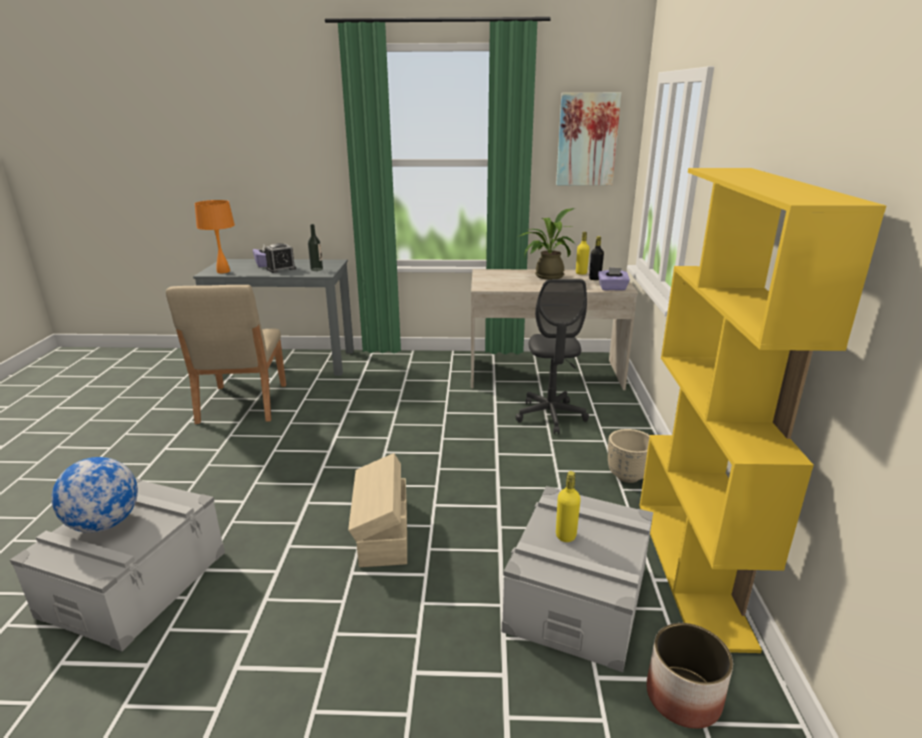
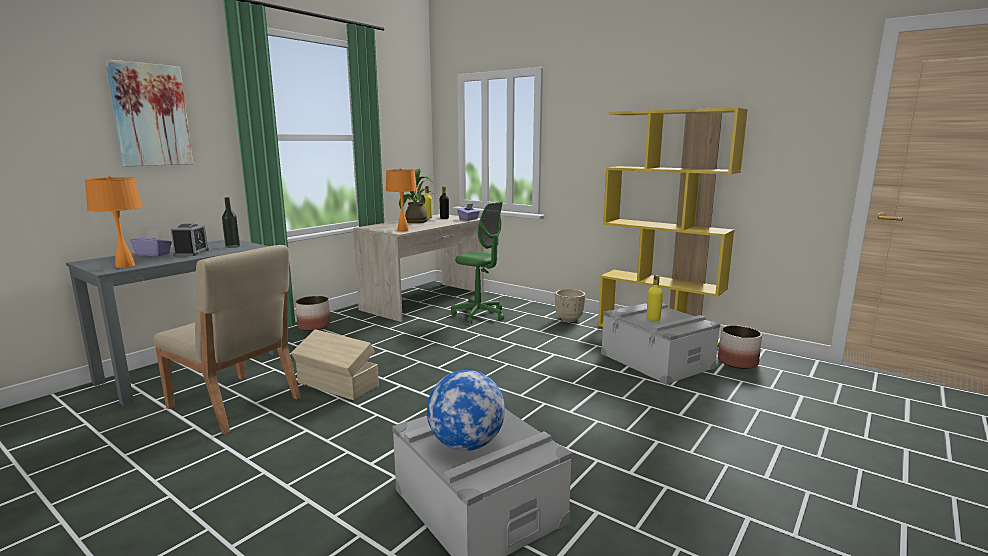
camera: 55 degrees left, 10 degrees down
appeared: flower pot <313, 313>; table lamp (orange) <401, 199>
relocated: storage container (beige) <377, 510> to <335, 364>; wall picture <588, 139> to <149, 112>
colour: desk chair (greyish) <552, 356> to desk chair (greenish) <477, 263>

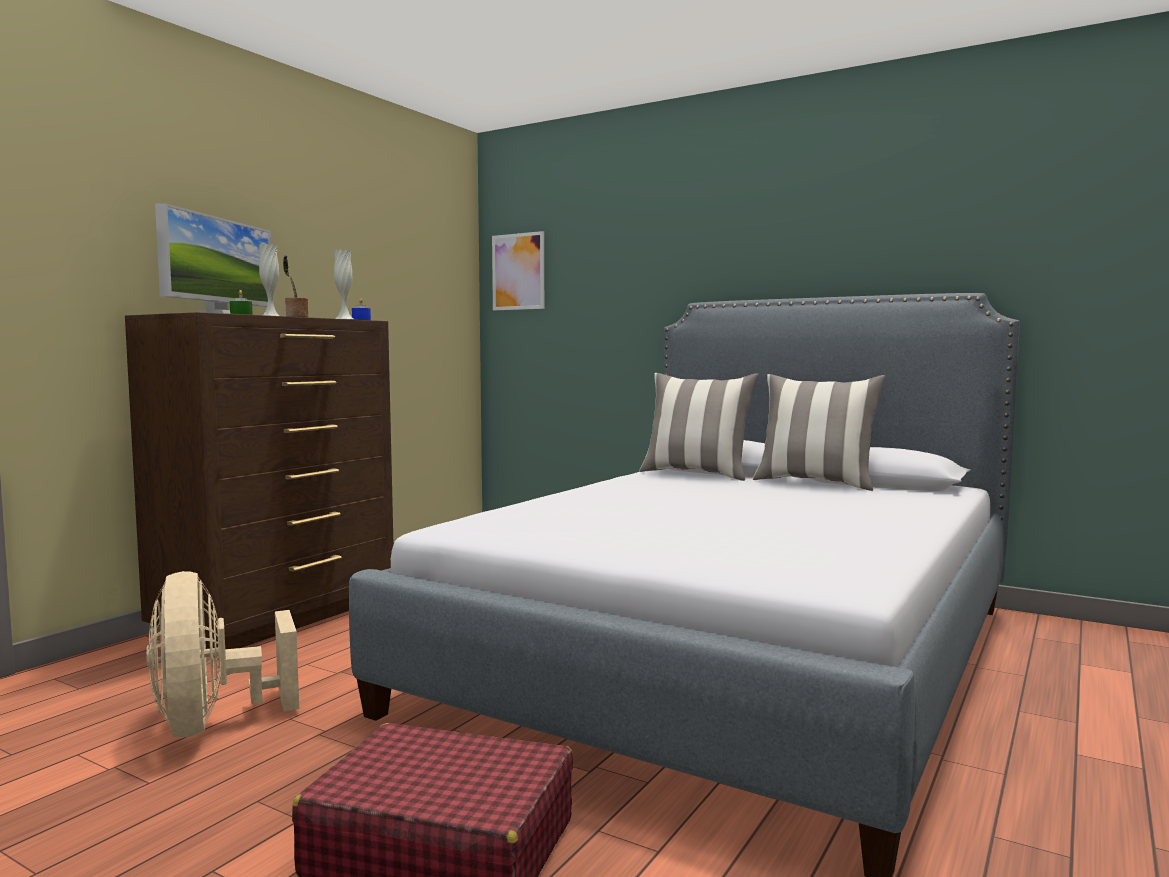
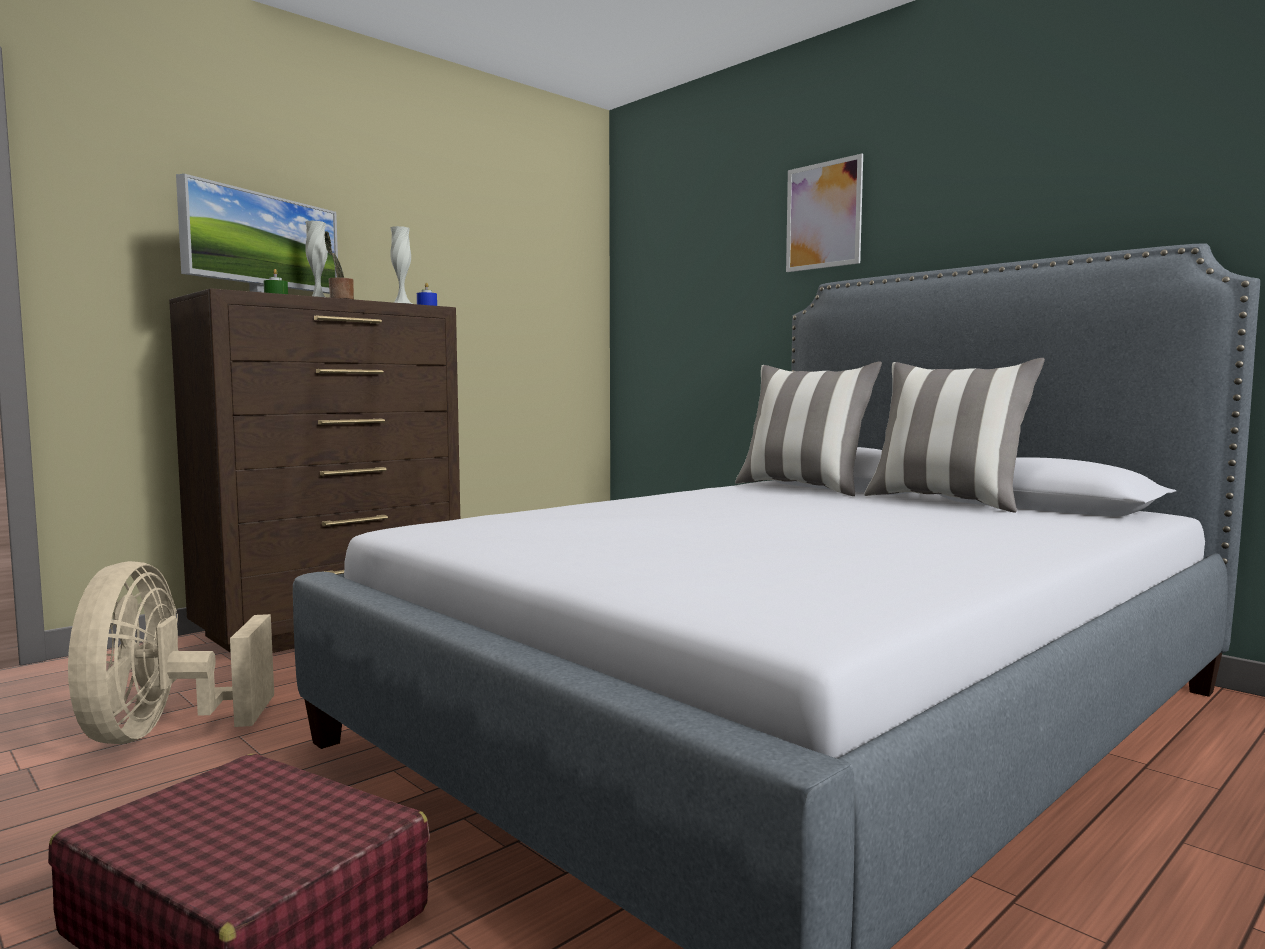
camera: 15 degrees right, 0 degrees up
relocated: wall picture <518, 270> to <824, 213>

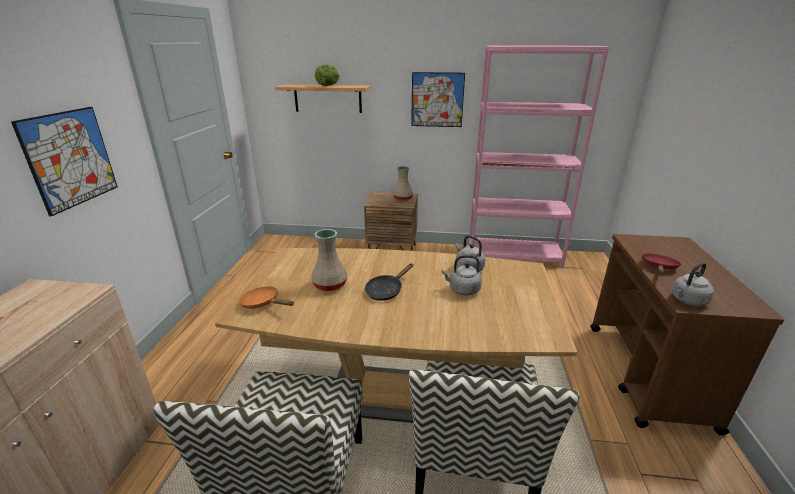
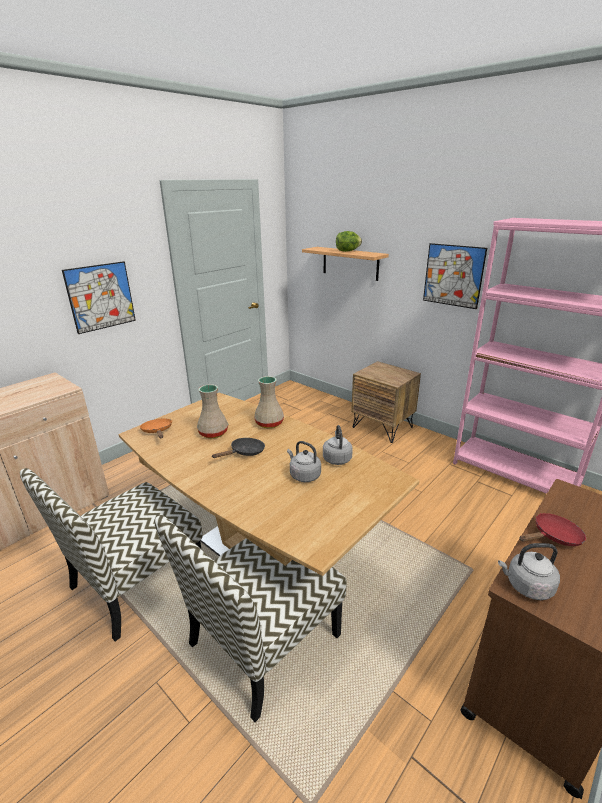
camera: 35 degrees right, 0 degrees up
relocated: flower vase (beige) <403, 183> to <269, 402>
spun: frying pan (black-coloured) <389, 282> = <238, 448> 150 degrees clockwise

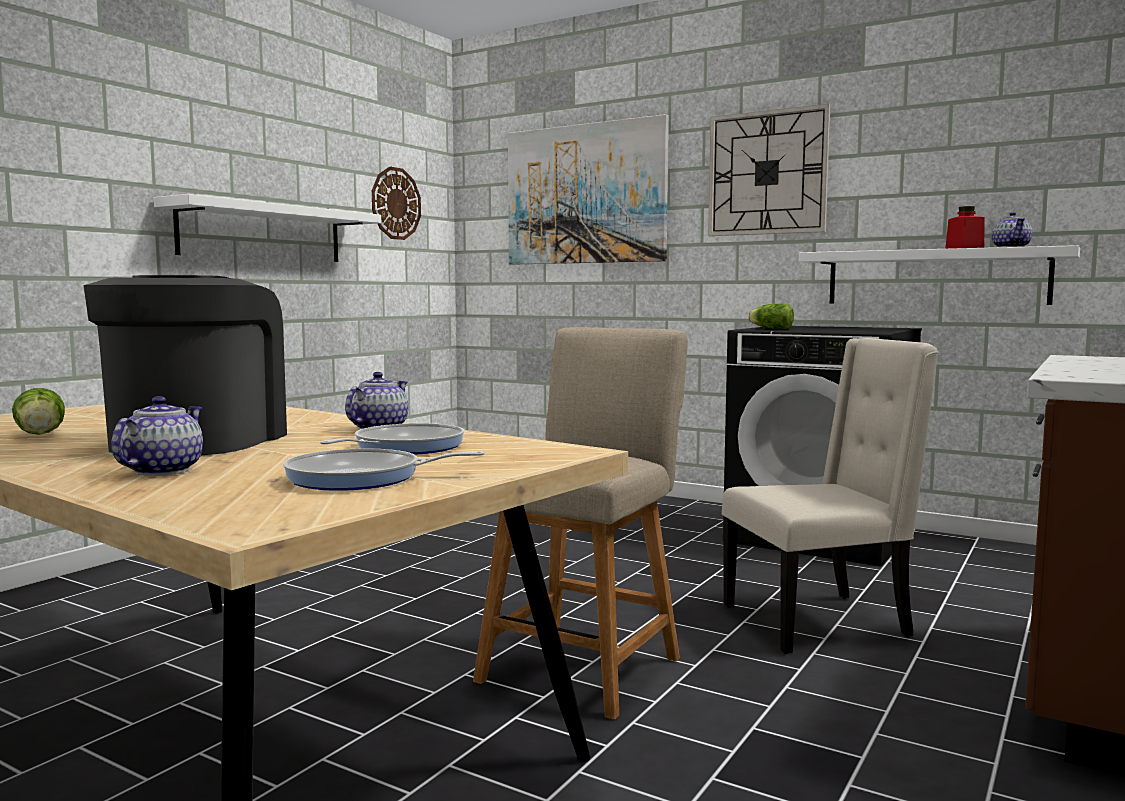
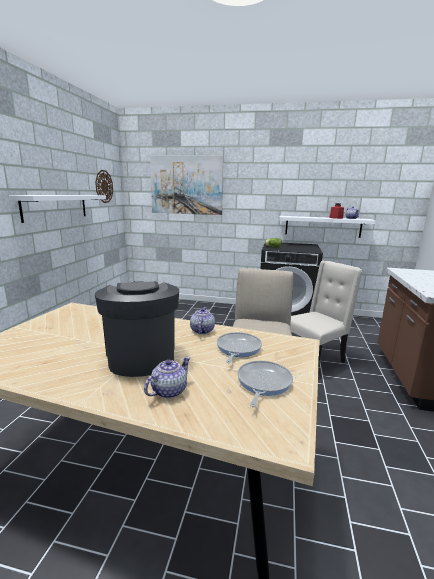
camera: 20 degrees left, 10 degrees up
missing: lettuce <38, 411>; wall clock <769, 170>
spun: tea pot <157, 436> = <167, 377> 45 degrees clockwise; frying pan <384, 470> = <265, 384> 135 degrees clockwise

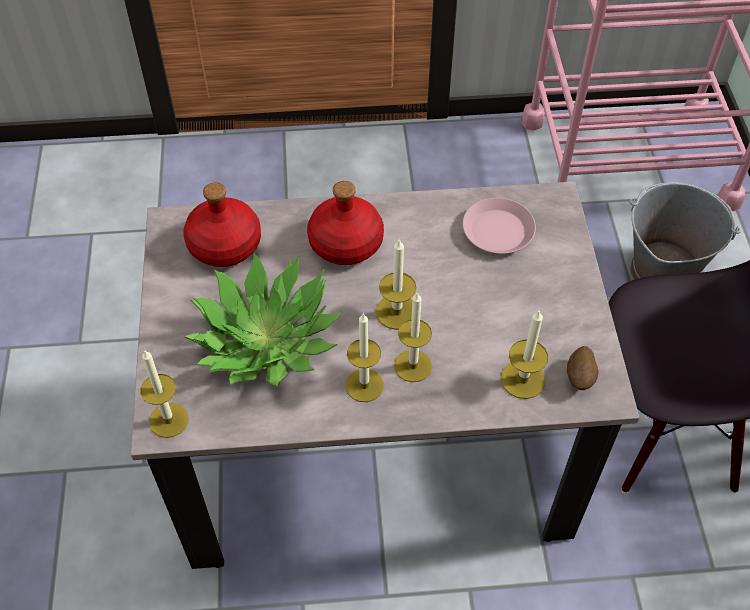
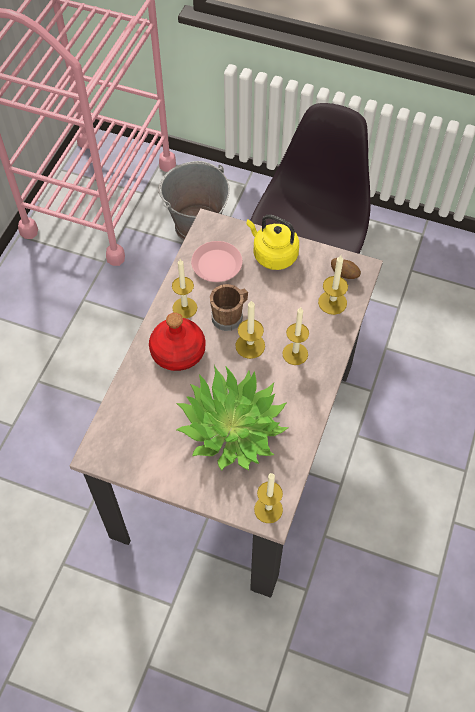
camera: 65 degrees left, 5 degrees up
missing: beverage bottle (red) <222, 224>
appeared: mug (brown-coloured) <229, 307>; tea kettle (yellow-coloured) <272, 242>
relocated: wax candle <364, 357> to <184, 288>

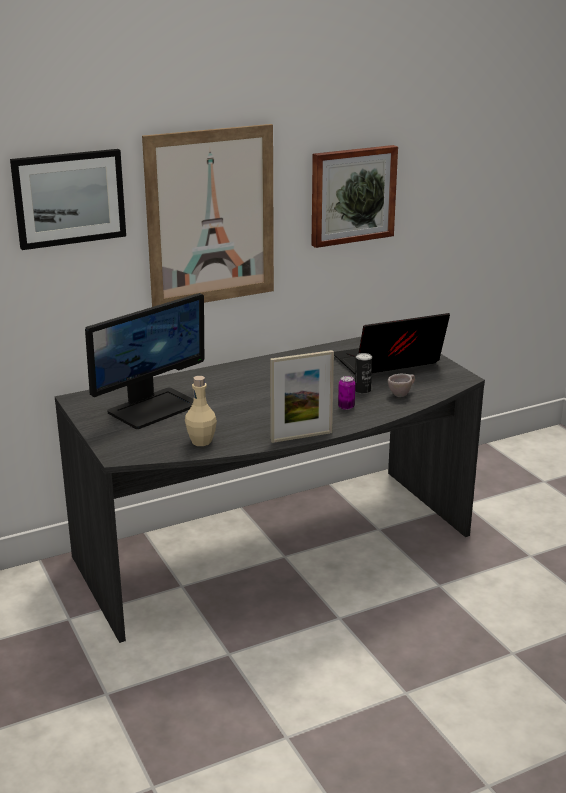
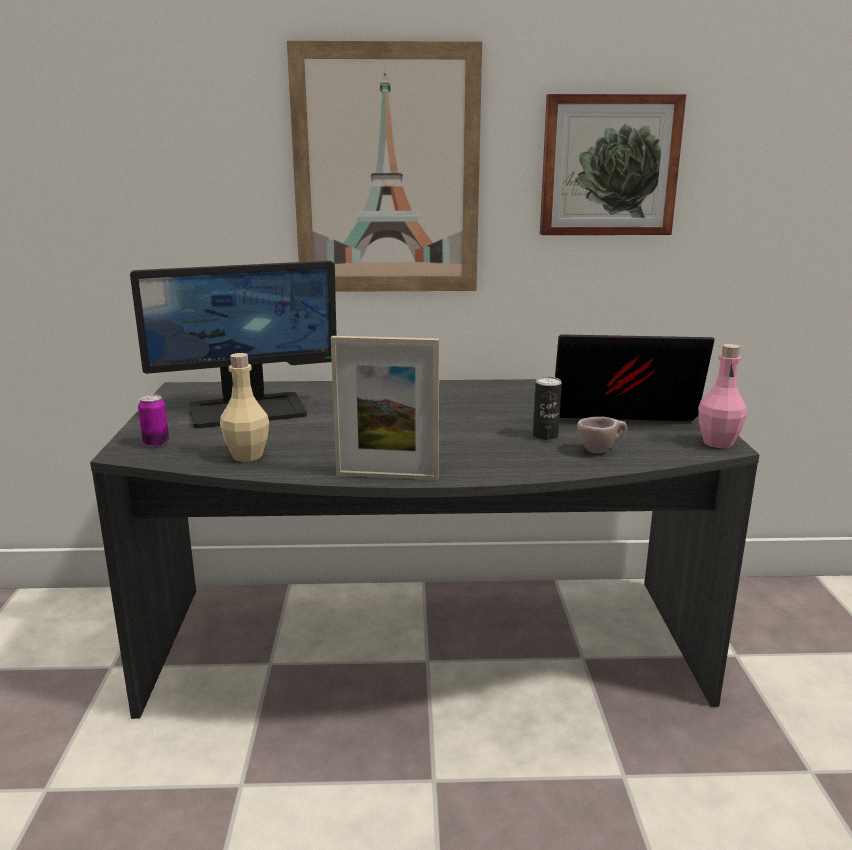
camera: 25 degrees right, 5 degrees down
missing: wall picture <68, 199>
appeared: beverage bottle (pink-coloured) <722, 396>
relocated: metal can <346, 393> to <153, 421>

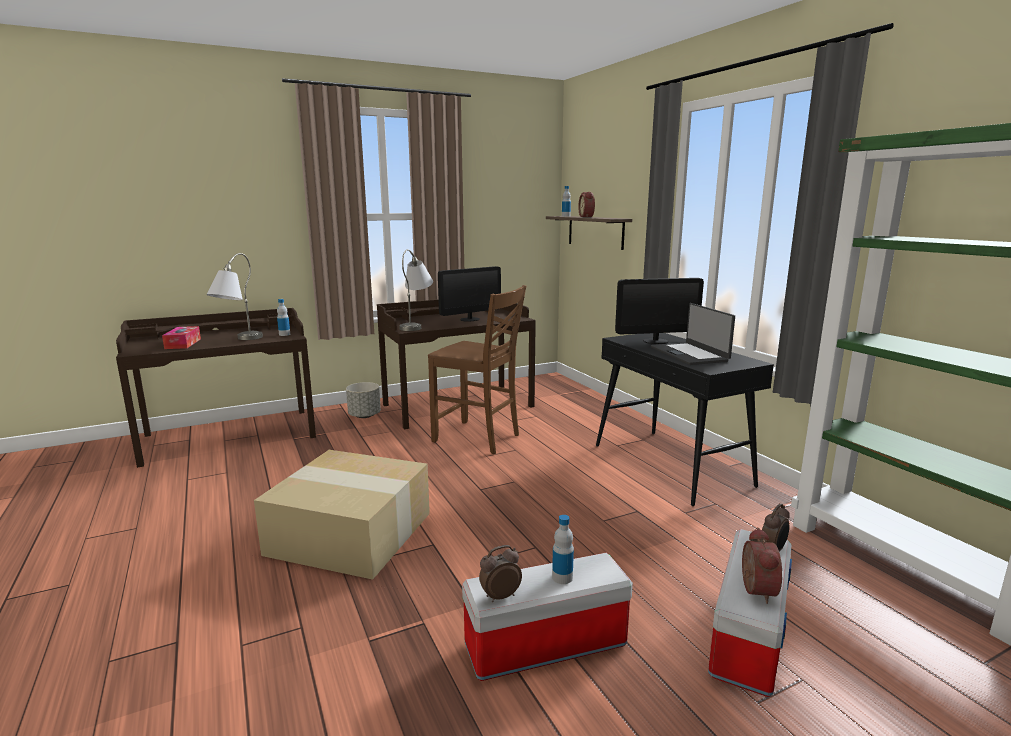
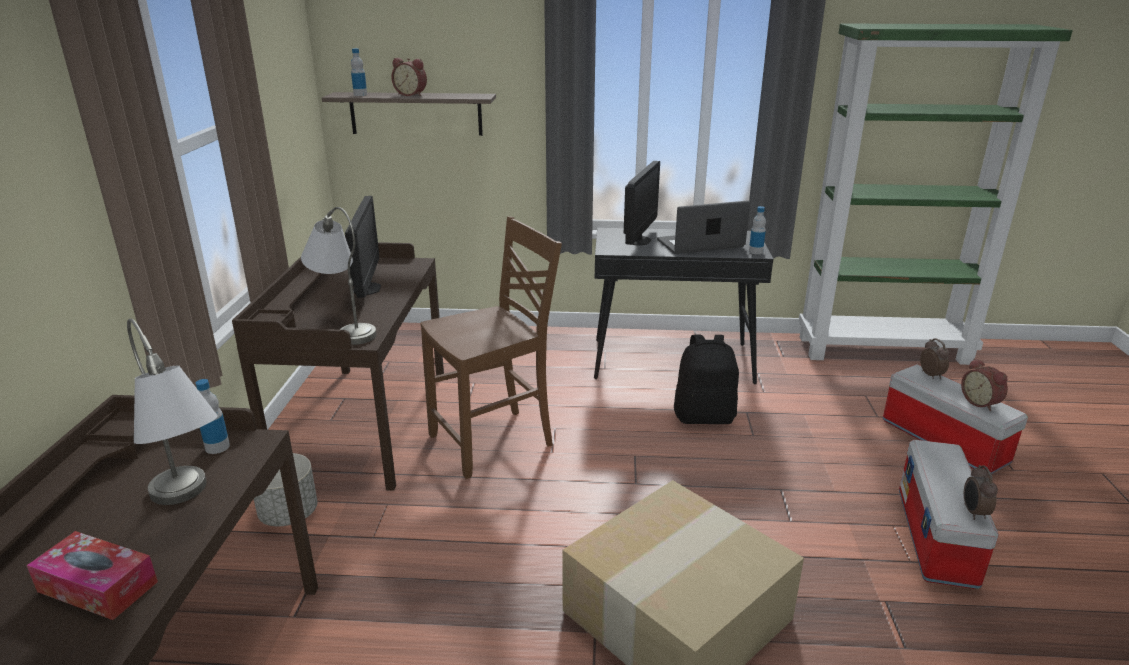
camera: 60 degrees left, 10 degrees up
appeared: knapsack (black-coloured) <706, 379>
relocated: beverage bottle <563, 549> to <757, 230>
spun: notebook computer <693, 334> = <703, 227> 150 degrees clockwise; alarm clock <762, 566> = <984, 384> 150 degrees counterclockwise

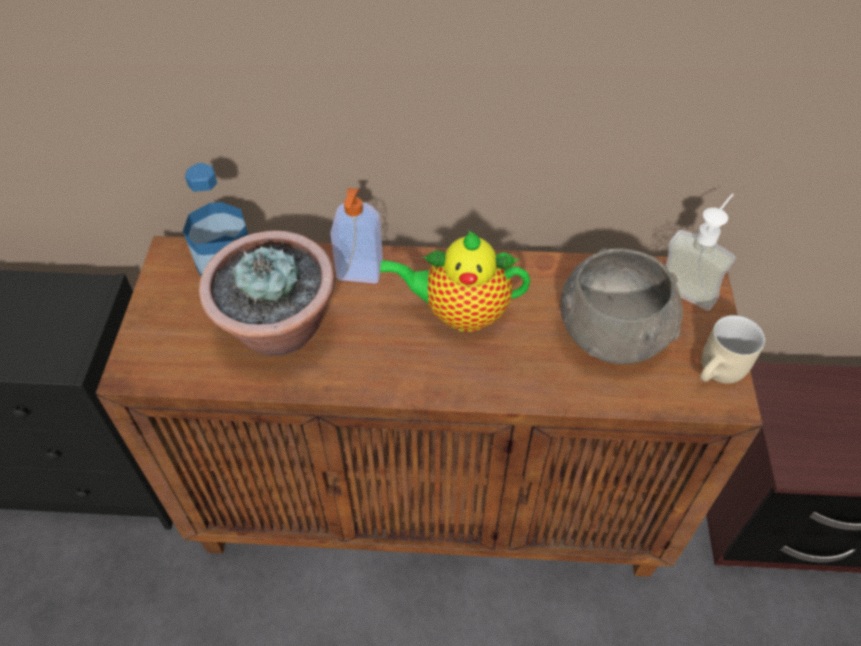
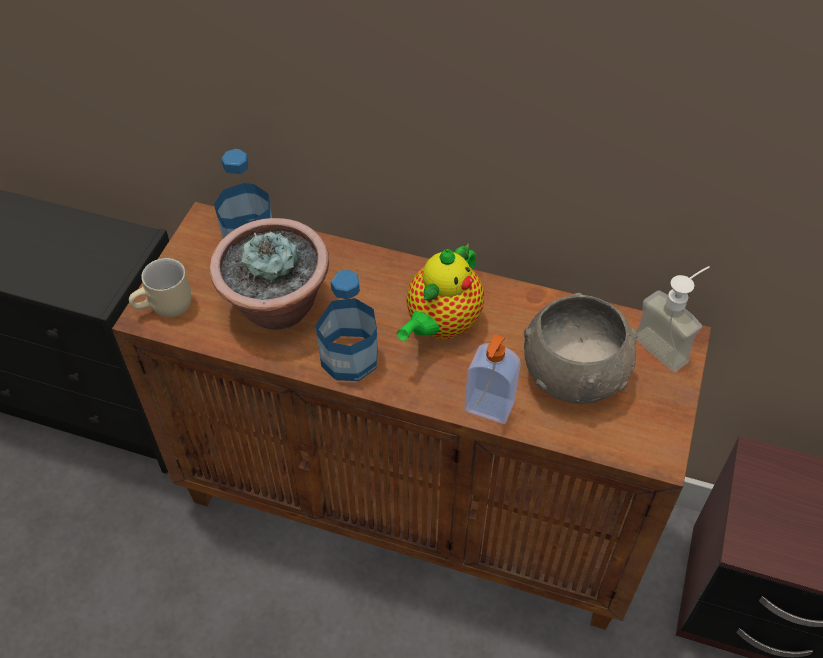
camera: 15 degrees right, 0 degrees up
appeared: beverage bottle <347, 325>
relocated: soap dispenser <356, 235> to <492, 379>; mug (beige) <732, 349> to <160, 288>
spun: tea pot <455, 281> = <440, 292> 75 degrees counterclockwise

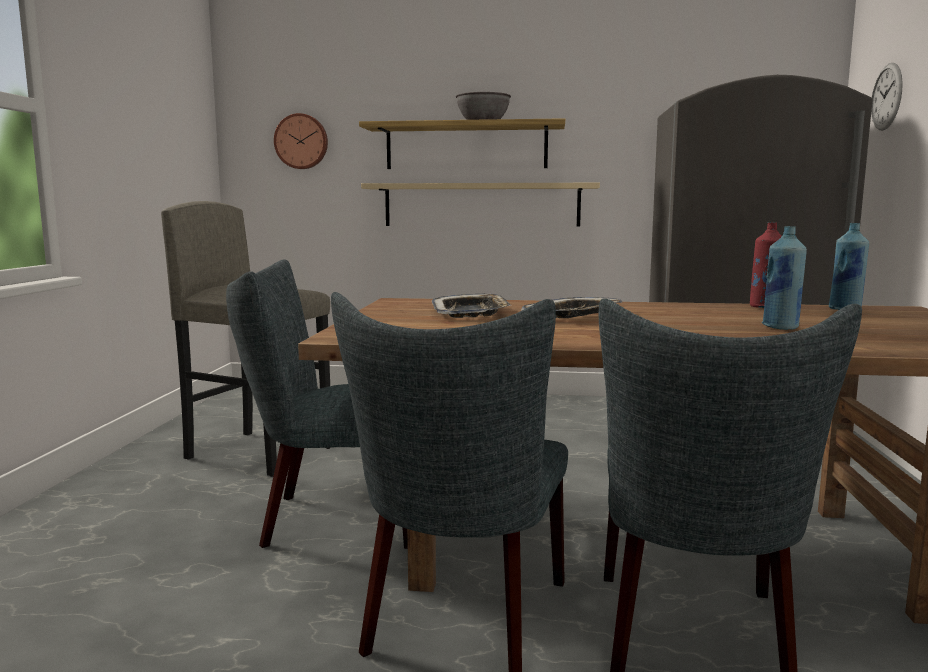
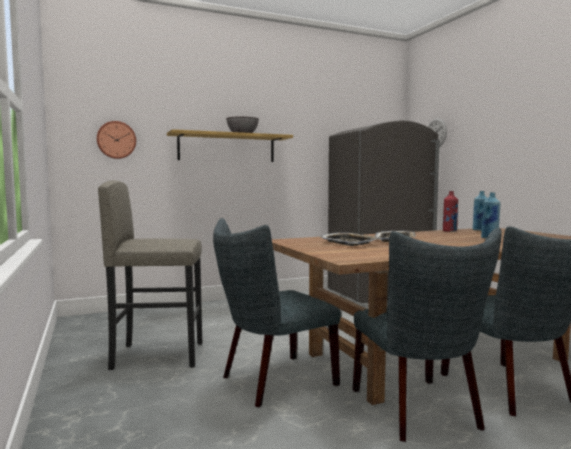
camera: 30 degrees left, 5 degrees down
missing: wall shelf (beige) <480, 205>

